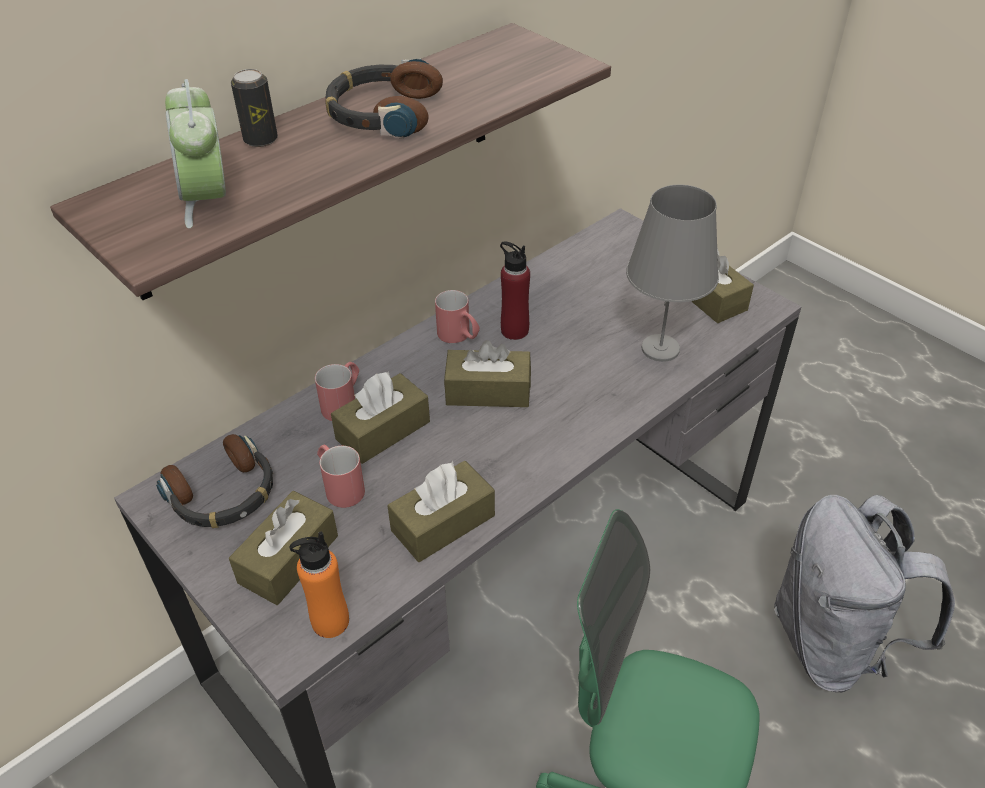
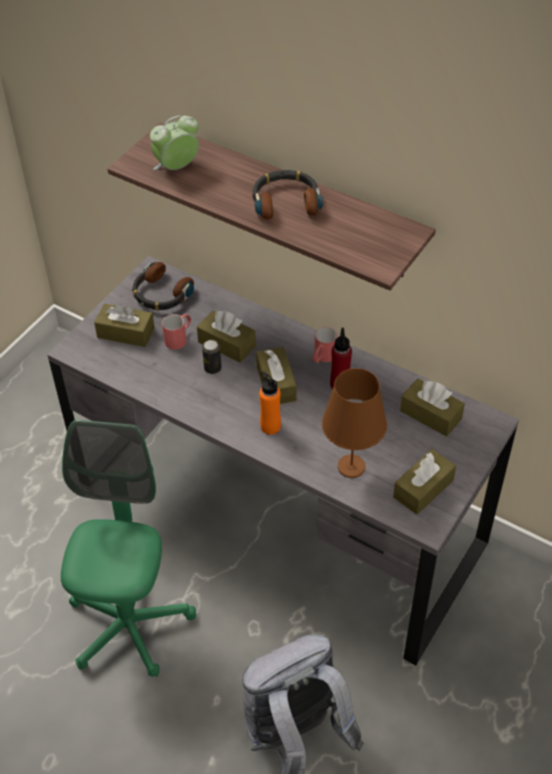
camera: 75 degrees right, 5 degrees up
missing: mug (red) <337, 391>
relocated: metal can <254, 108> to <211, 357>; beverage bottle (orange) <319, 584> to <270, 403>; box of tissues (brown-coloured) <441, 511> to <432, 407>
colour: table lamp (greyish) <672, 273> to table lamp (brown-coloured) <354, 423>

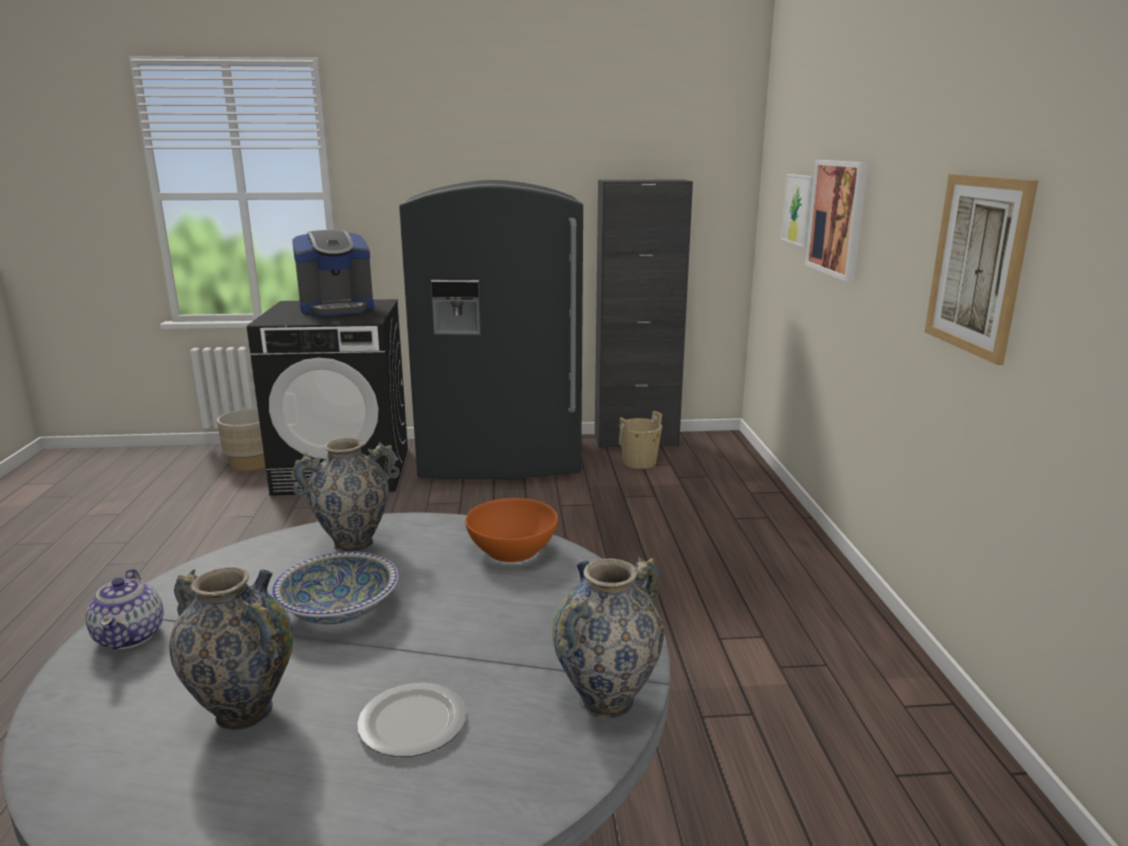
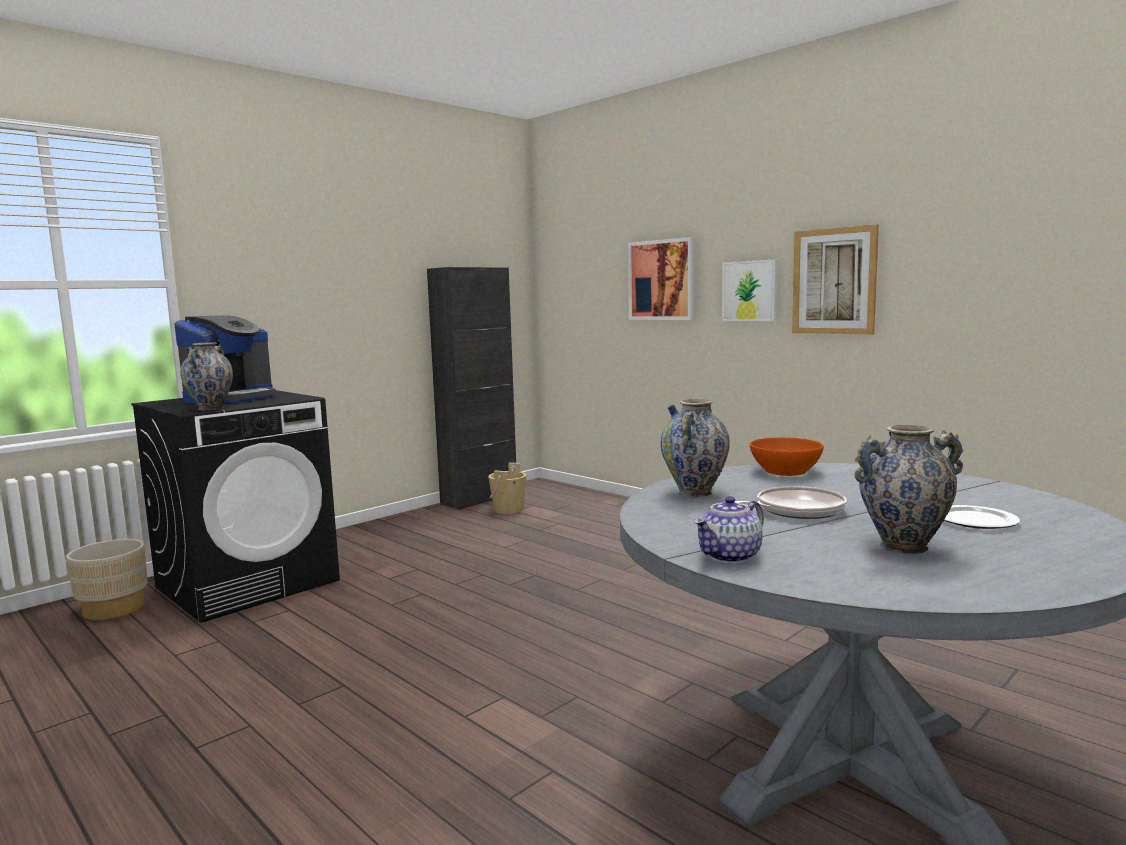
camera: 40 degrees left, 10 degrees down
missing: fridge (greyish) <491, 329>
relocated: flower vase <608, 637> to <206, 376>; wall picture <797, 210> to <749, 290>
exchanged: serving bowl <334, 587> to frying pan <791, 502>
spun: tea pot <124, 609> = <729, 529> 105 degrees clockwise

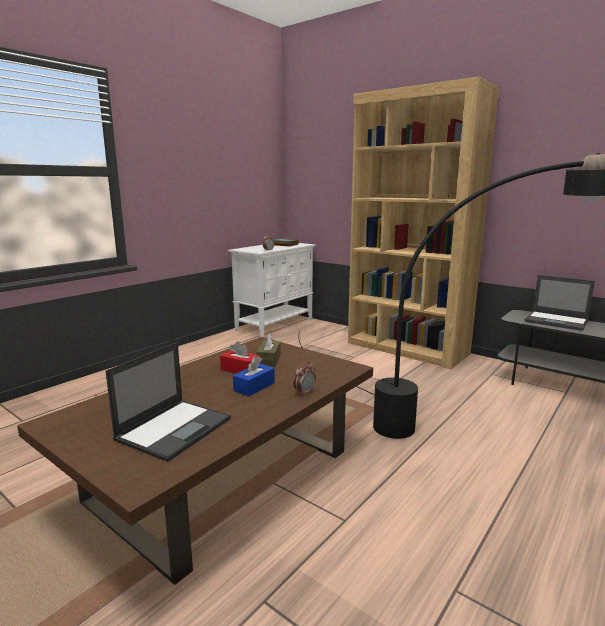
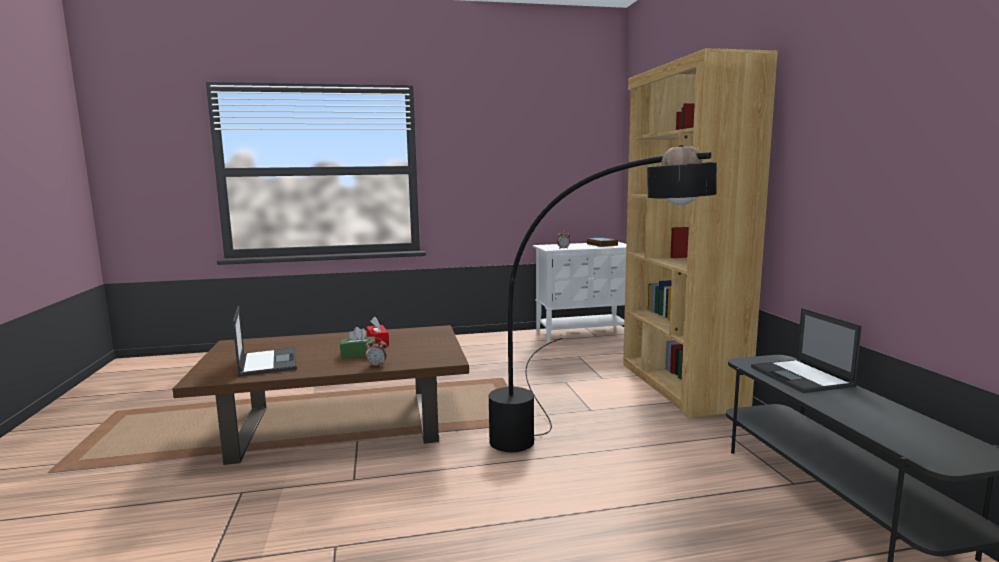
camera: 40 degrees right, 5 degrees down
missing: box of tissues (brown-coloured) <268, 350>
colour: box of tissues (blue-coloured) <254, 376> to box of tissues (greenish) <357, 342>
spun: notebook computer <168, 402> = <265, 341> 90 degrees counterclockwise

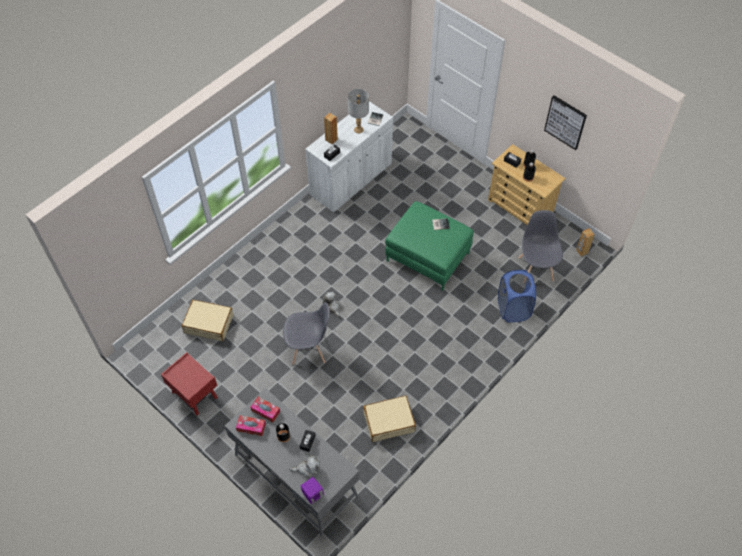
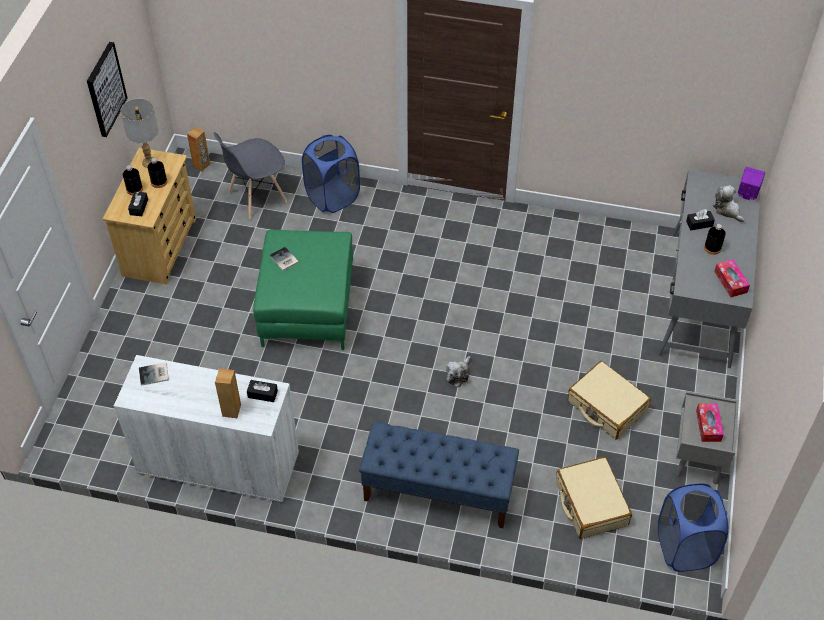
camera: 120 degrees left, 5 degrees down
missing: upright chair (greyish) <306, 334>
appeared: bench (blue-coloured) <439, 475>; washing basket (blue-coloured) <693, 528>
relocated: box of tissues <265, 409> to <710, 422>; table lamp (greyish) <358, 111> to <139, 133>; piece of luggage (beige) <389, 418> to <609, 400>
colour: night table (red) <189, 383> to night table (greyish) <707, 437>

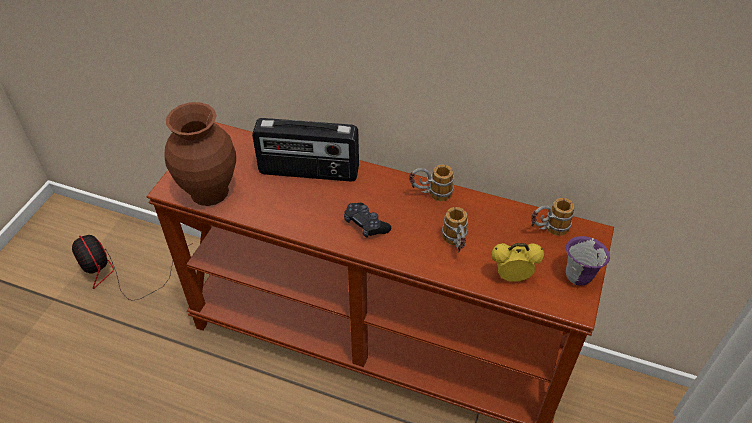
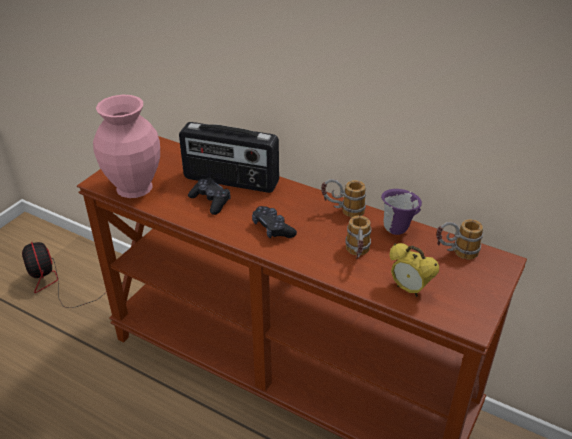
camera: 10 degrees right, 10 degrees down
appeared: gamepad (black-coloured) <209, 196>
relocated: mug (purple) <588, 261> to <401, 212>
colour: flower vase (brown-coloured) <200, 154> to flower vase (pink-coloured) <126, 146>
spun: alarm clock <518, 262> = <414, 270> 150 degrees counterclockwise

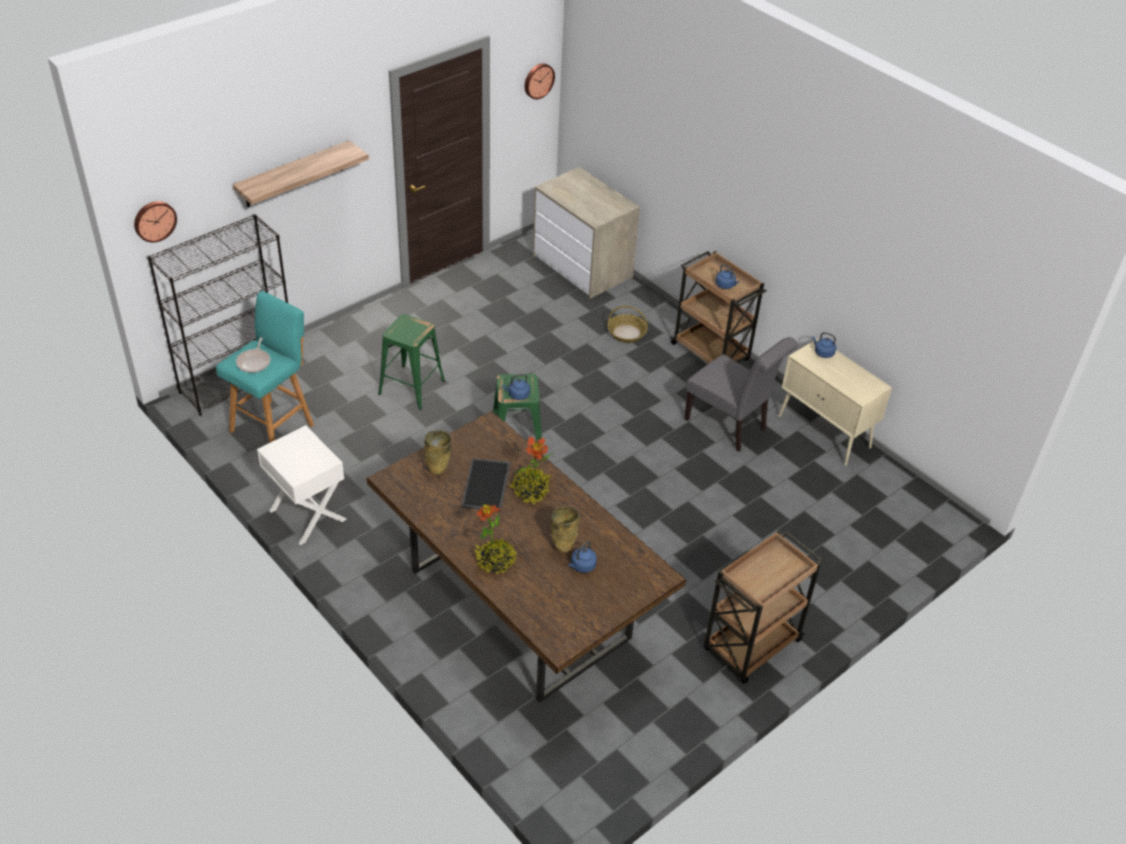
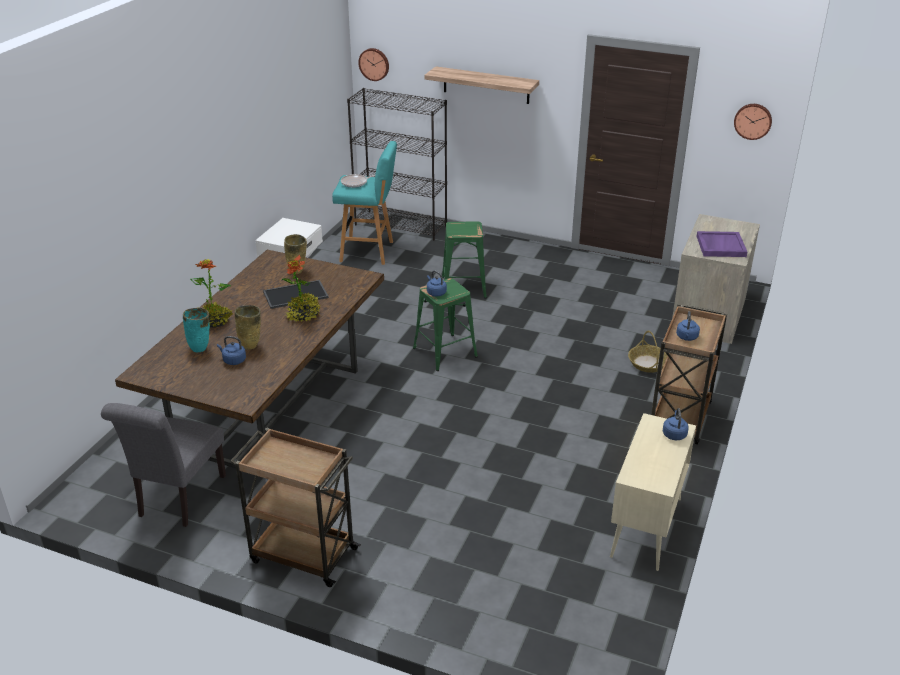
camera: 65 degrees right, 10 degrees down
appeared: flower vase (blue-green) <196, 330>; tray (purple) <721, 244>
relocated: upright chair (greyish) <741, 394> to <163, 465>

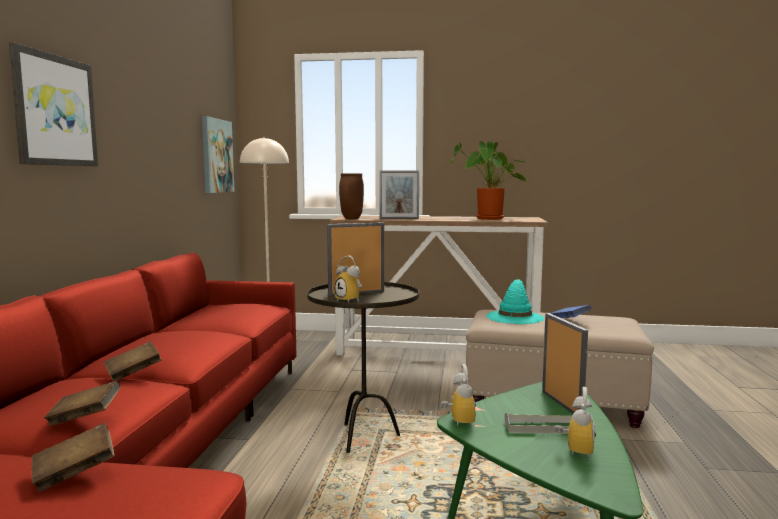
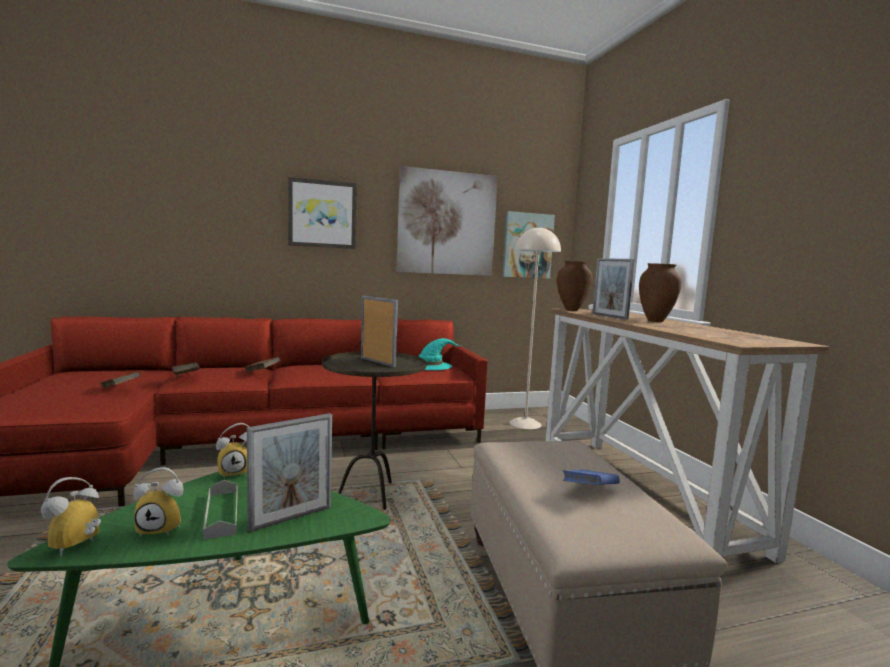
camera: 65 degrees right, 0 degrees up
missing: plant in a pot <488, 180>
appeared: wall picture <447, 221>; flower vase (brown-coloured) <660, 292>
relocated: alarm clock <348, 279> to <71, 516>; clothing hat (blue-green) <515, 301> to <441, 354>

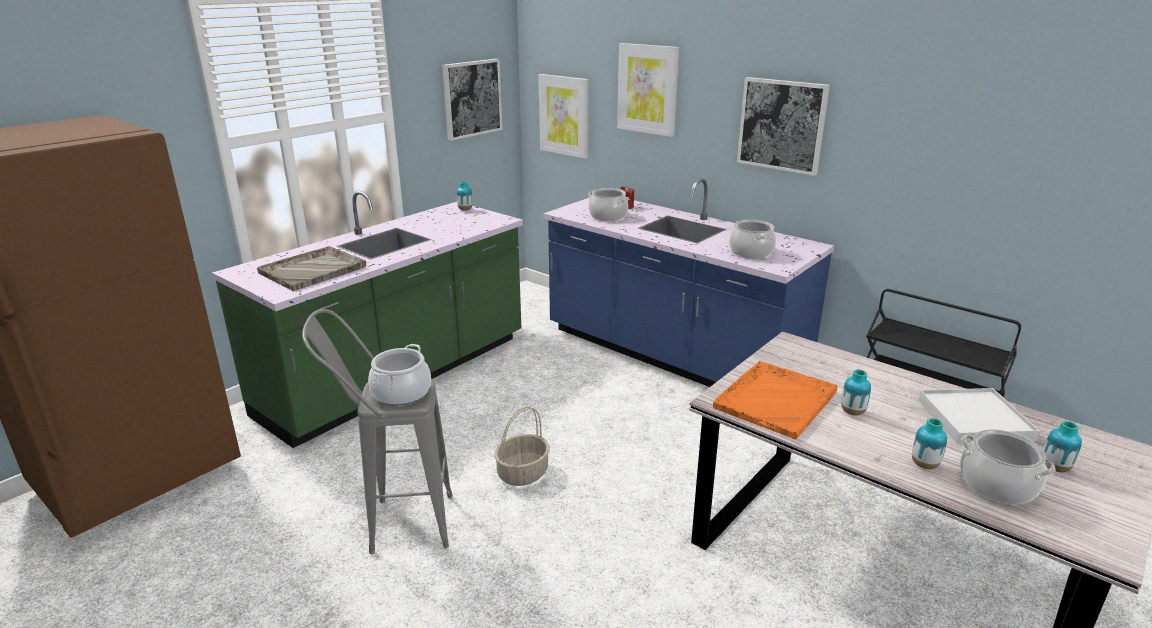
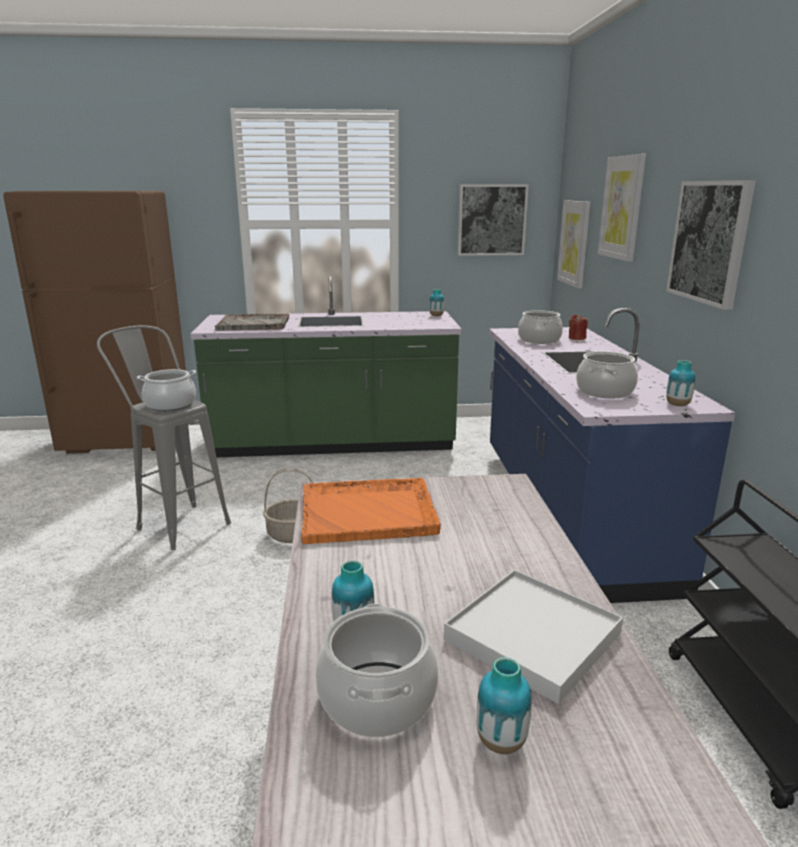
camera: 45 degrees right, 5 degrees down
relocated: flower vase <856, 392> to <680, 383>

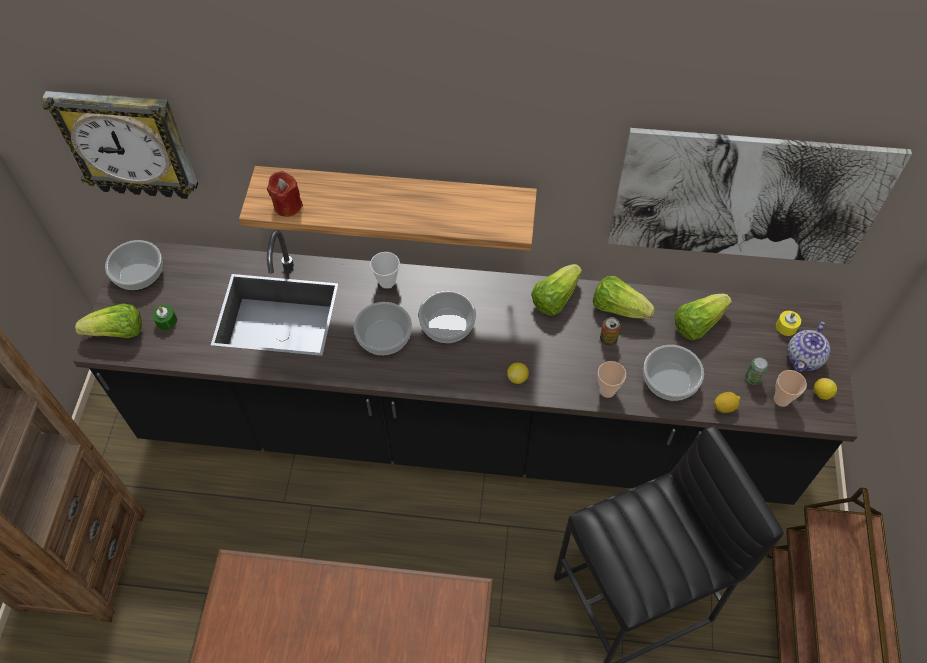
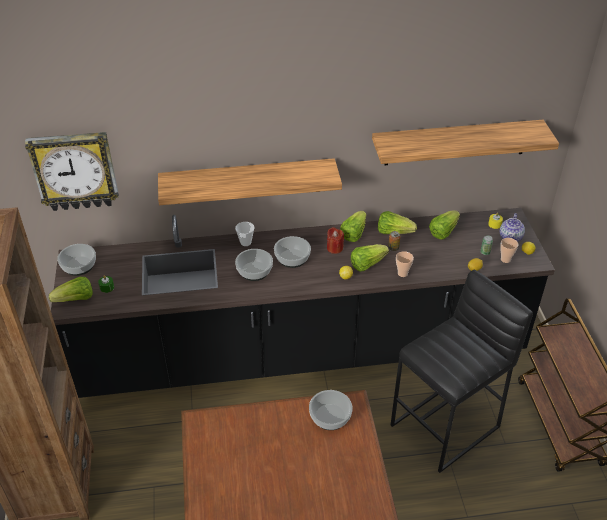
camera: 15 degrees left, 15 degrees down
appeared: lettuce <370, 258>
relocated: wax candle (red) <285, 194> to <335, 240>; serving bowl <673, 373> to <331, 410>
exchanged: wall picture <760, 196> to wall shelf <465, 142>

